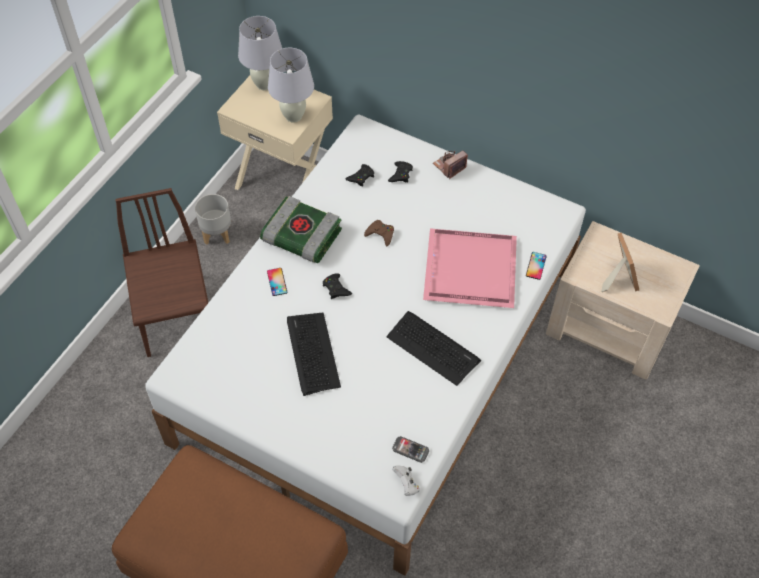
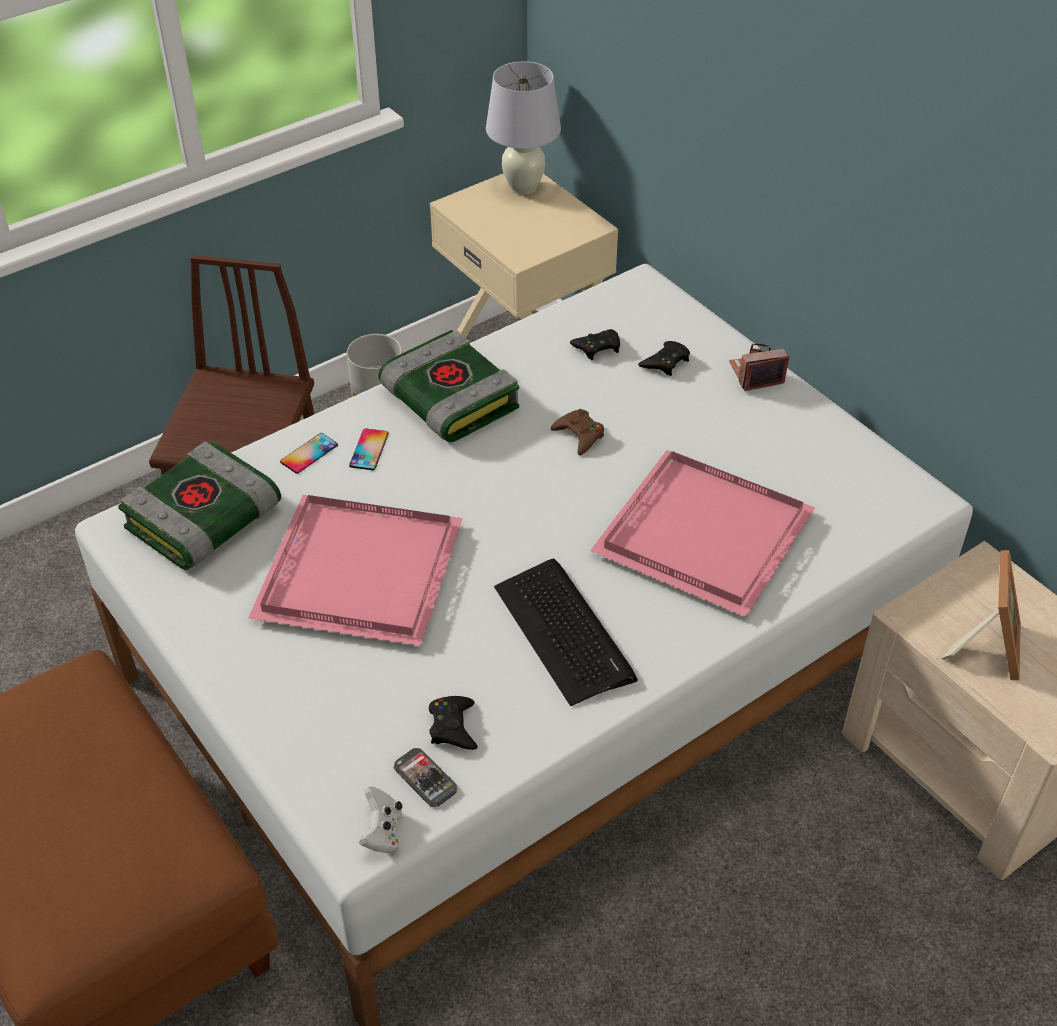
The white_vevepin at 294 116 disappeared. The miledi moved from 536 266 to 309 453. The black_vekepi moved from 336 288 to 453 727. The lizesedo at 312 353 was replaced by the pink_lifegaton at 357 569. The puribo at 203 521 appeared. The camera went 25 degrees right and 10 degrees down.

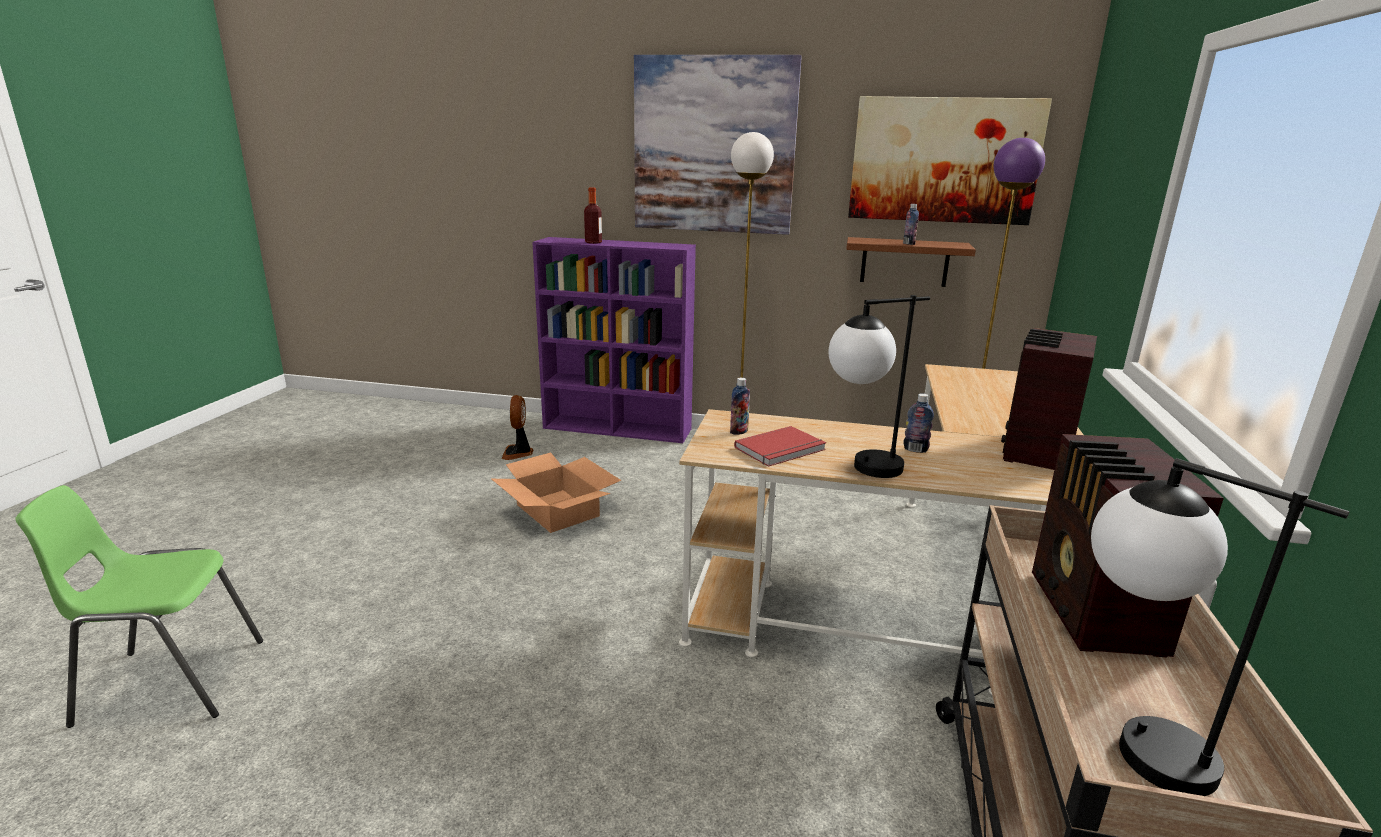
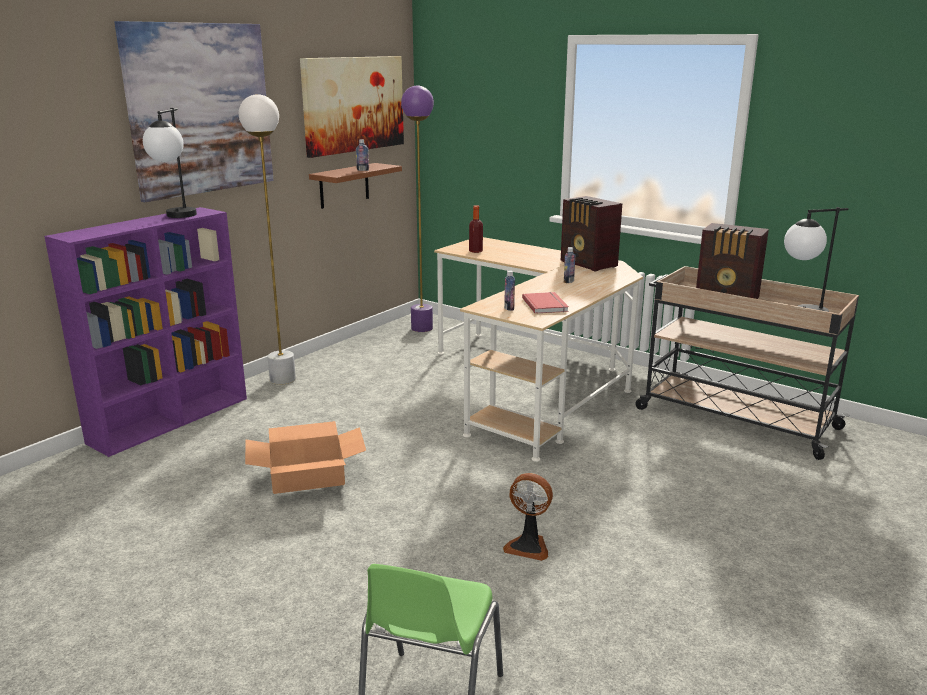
The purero moved from 593 242 to 475 251. The vevepin moved from 861 470 to 177 217. The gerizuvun moved from 518 453 to 528 546. The camera went 65 degrees left and 0 degrees up.

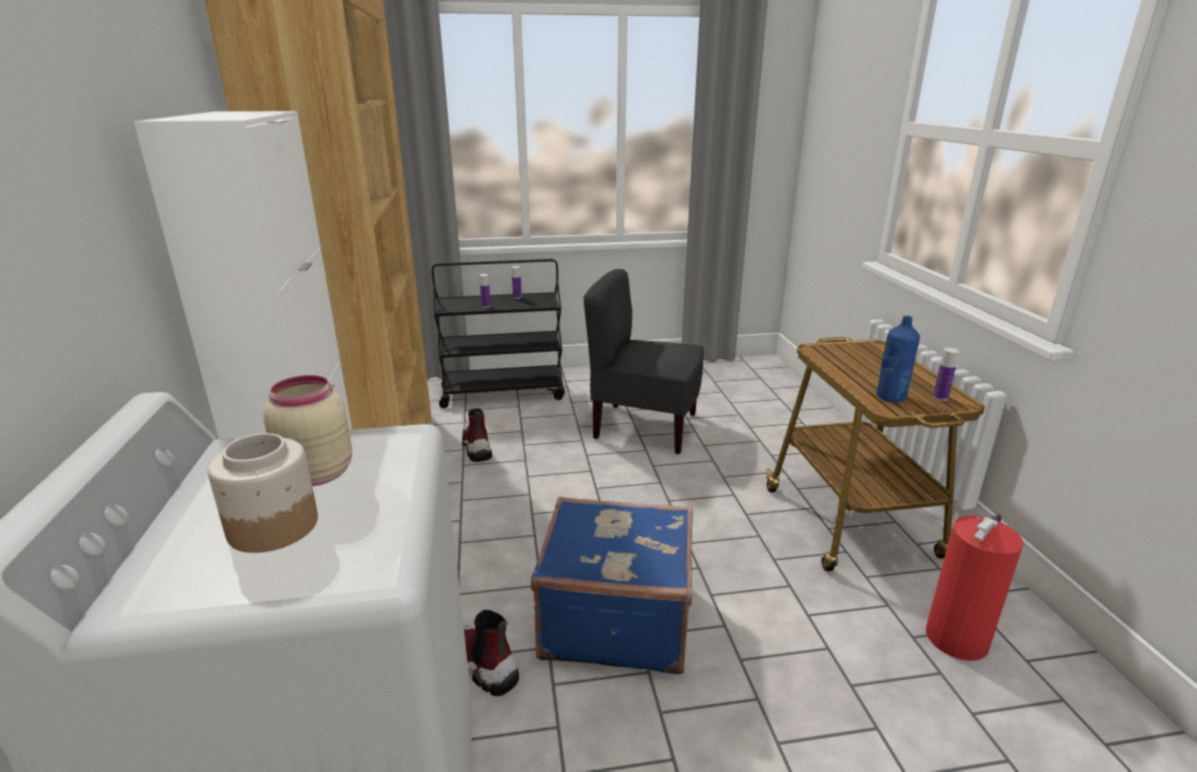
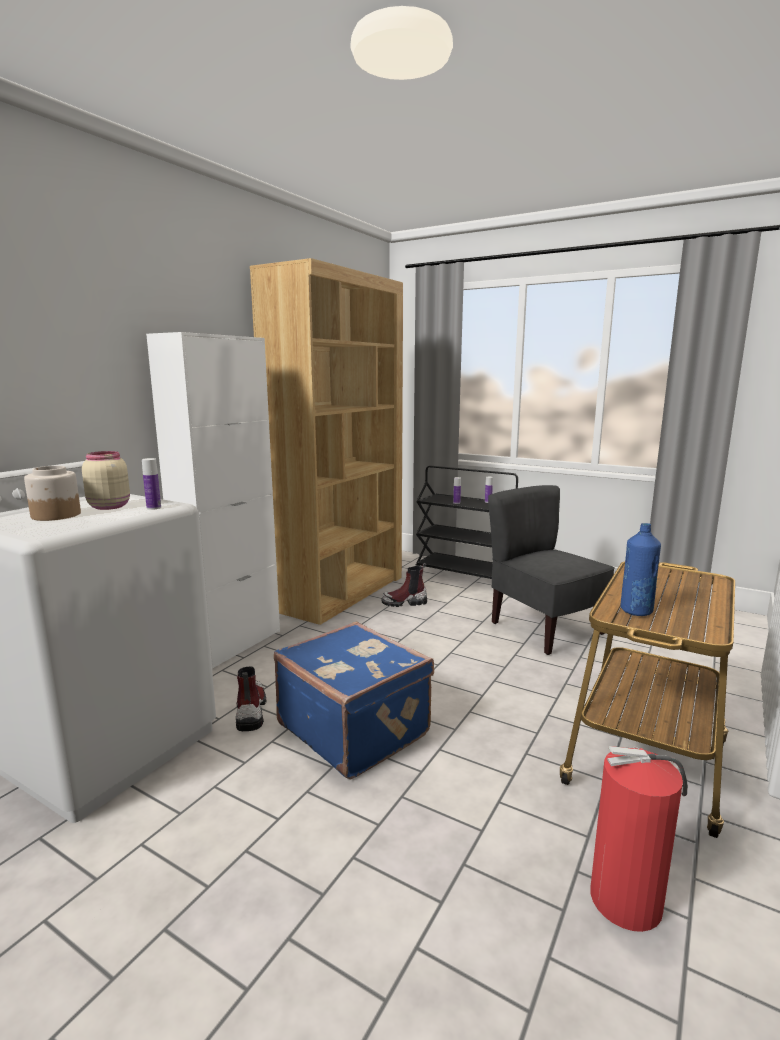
The purero moved from 940 397 to 154 508. The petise at 476 447 turned 120 degrees counterclockwise. The camera went 40 degrees right and 10 degrees down.

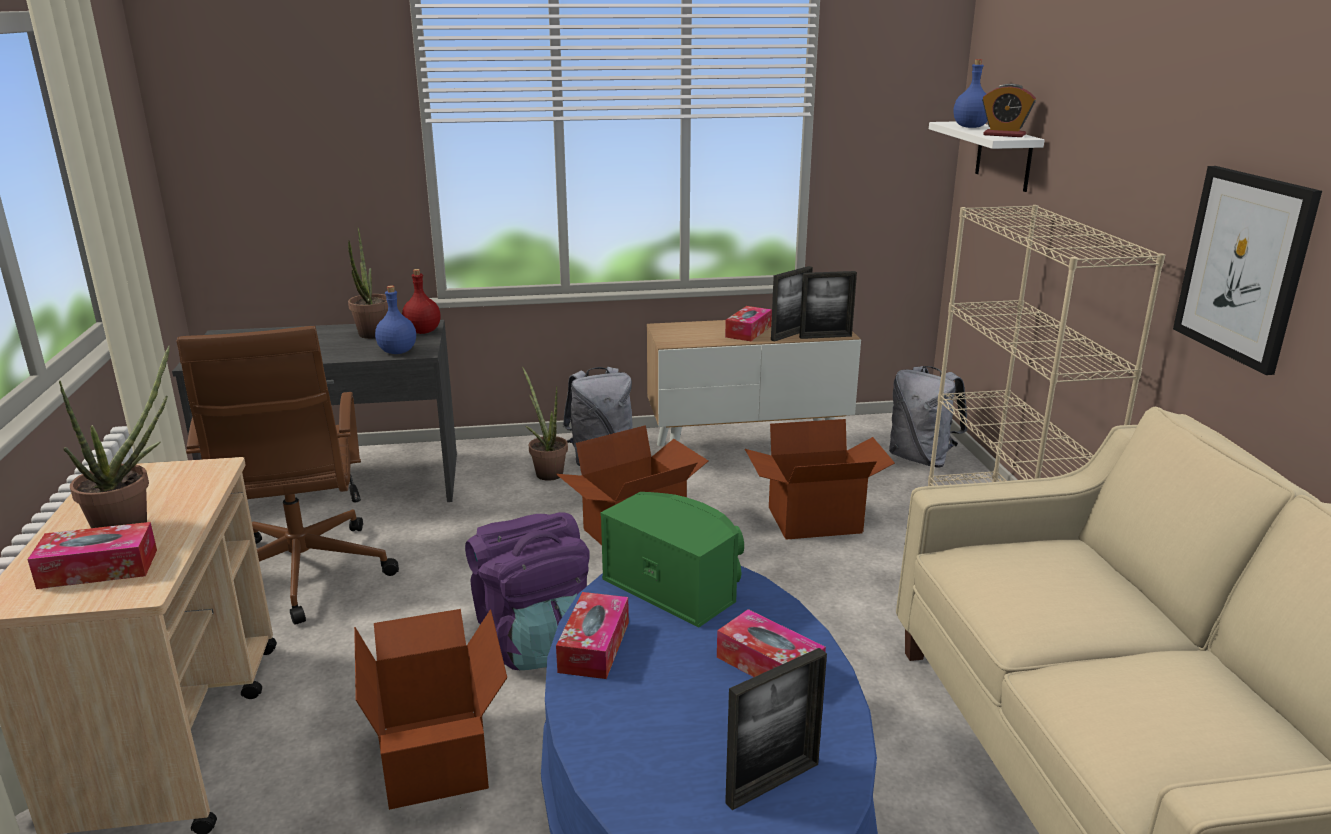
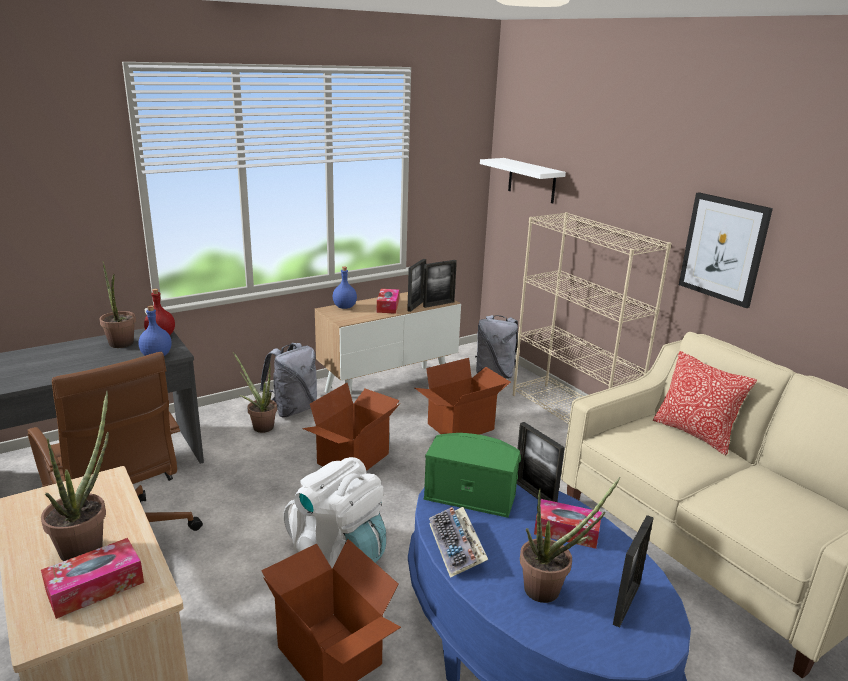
The blue_purero moved from 970 127 to 344 307. The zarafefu at 1004 135 disappeared. The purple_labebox at 534 642 became the white_labebox at 339 553. The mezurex at 594 647 was replaced by the lizesedo at 457 547. The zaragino at 694 434 appeared. The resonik at 534 494 appeared. The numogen at 550 589 appeared. The camera went 25 degrees left and 0 degrees up.

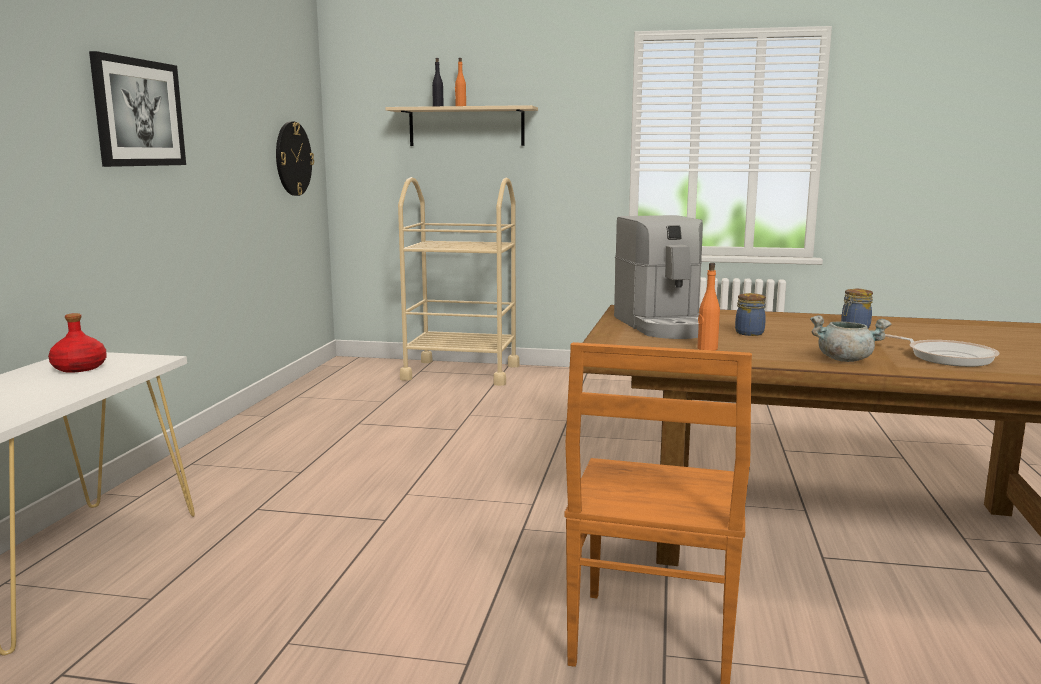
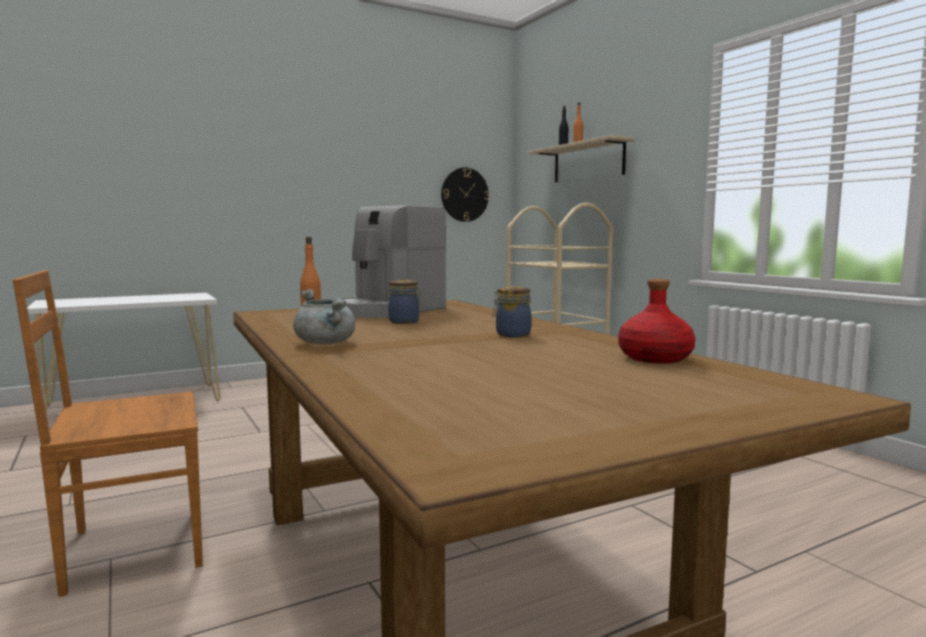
The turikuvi at 138 113 disappeared. The red_purero moved from 79 368 to 655 358. The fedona at 946 357 disappeared. The camera went 50 degrees right and 5 degrees down.

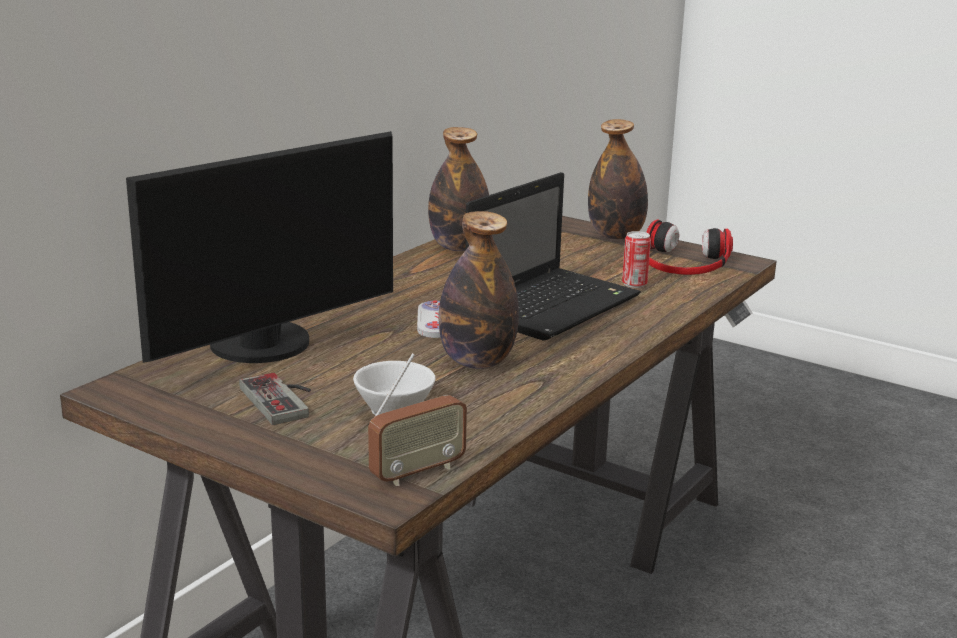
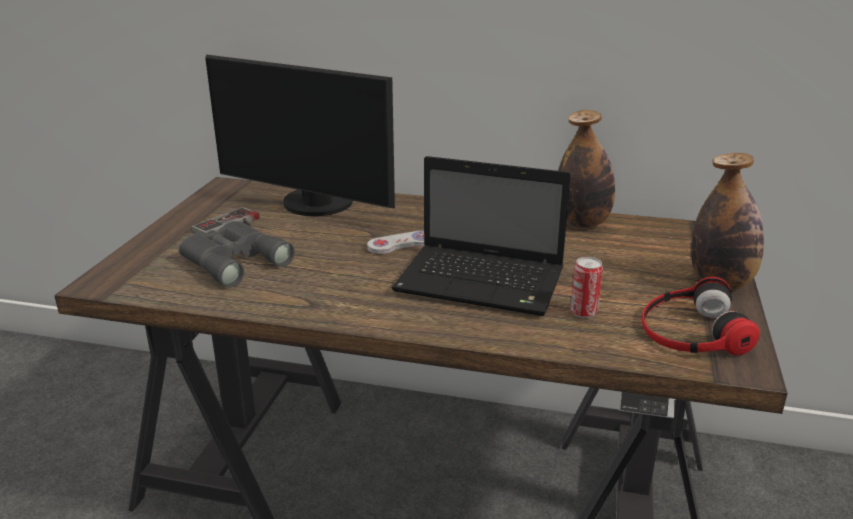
The purero at 477 362 disappeared. The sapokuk at 417 472 disappeared. The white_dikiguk at 392 407 was replaced by the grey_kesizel at 233 260. The camera went 70 degrees right and 5 degrees up.

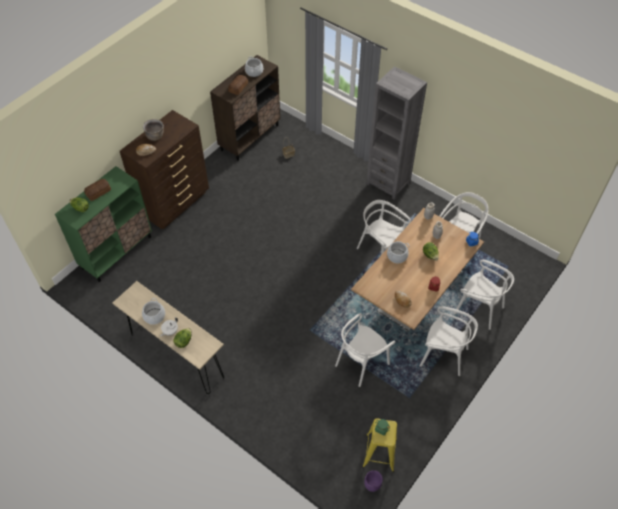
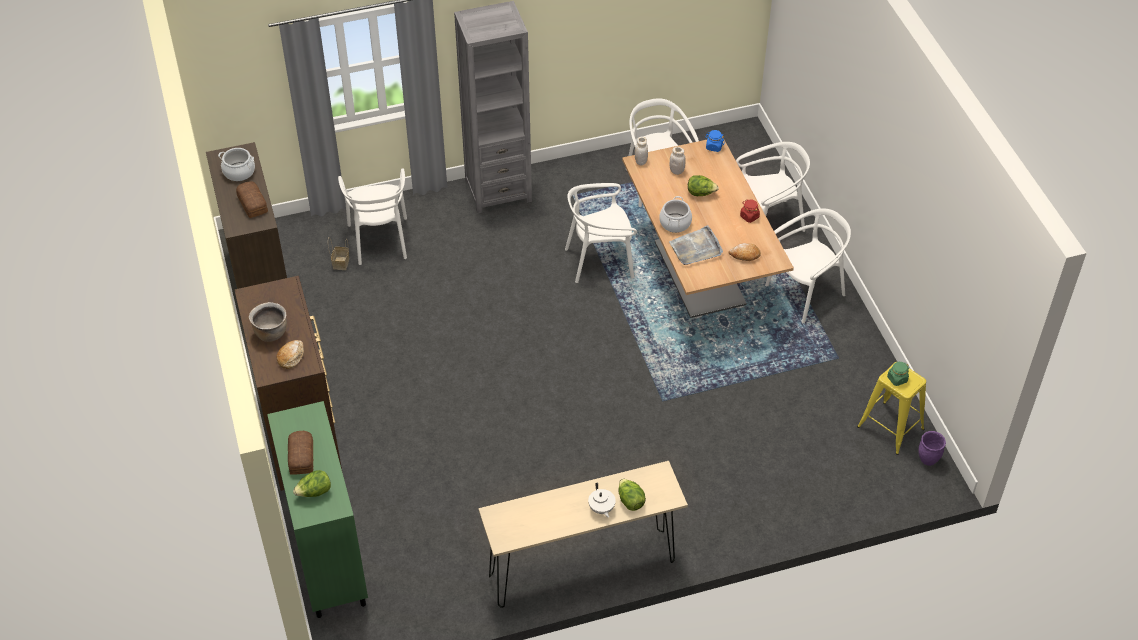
The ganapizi at 154 316 disappeared. The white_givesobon moved from 361 363 to 379 240. The grey_lifegaton at 696 248 appeared. The camera went 55 degrees left and 5 degrees down.

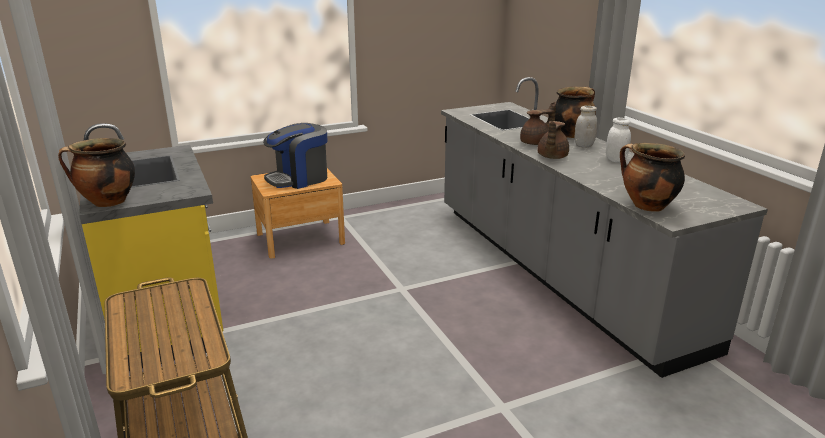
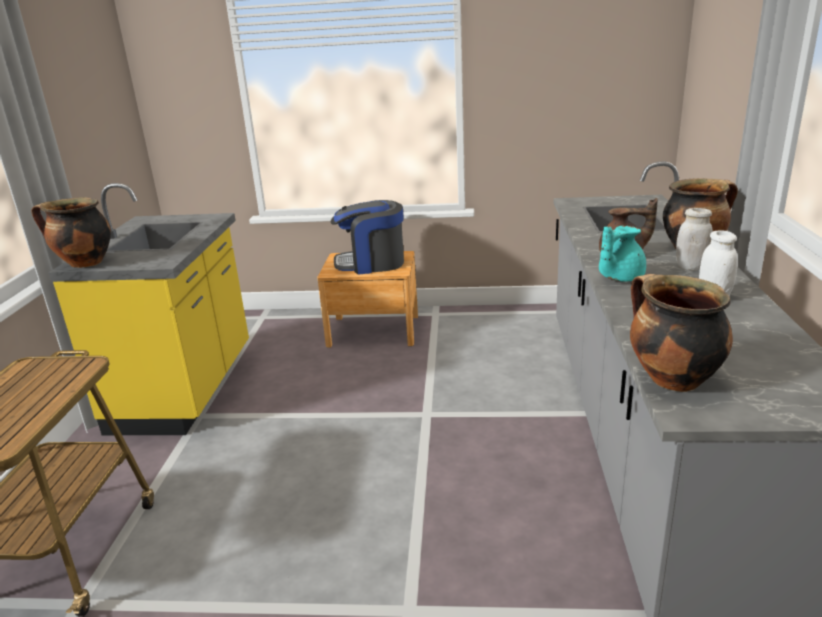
The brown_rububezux at 551 157 became the turquoise_rububezux at 619 277. The camera went 30 degrees right and 0 degrees up.

